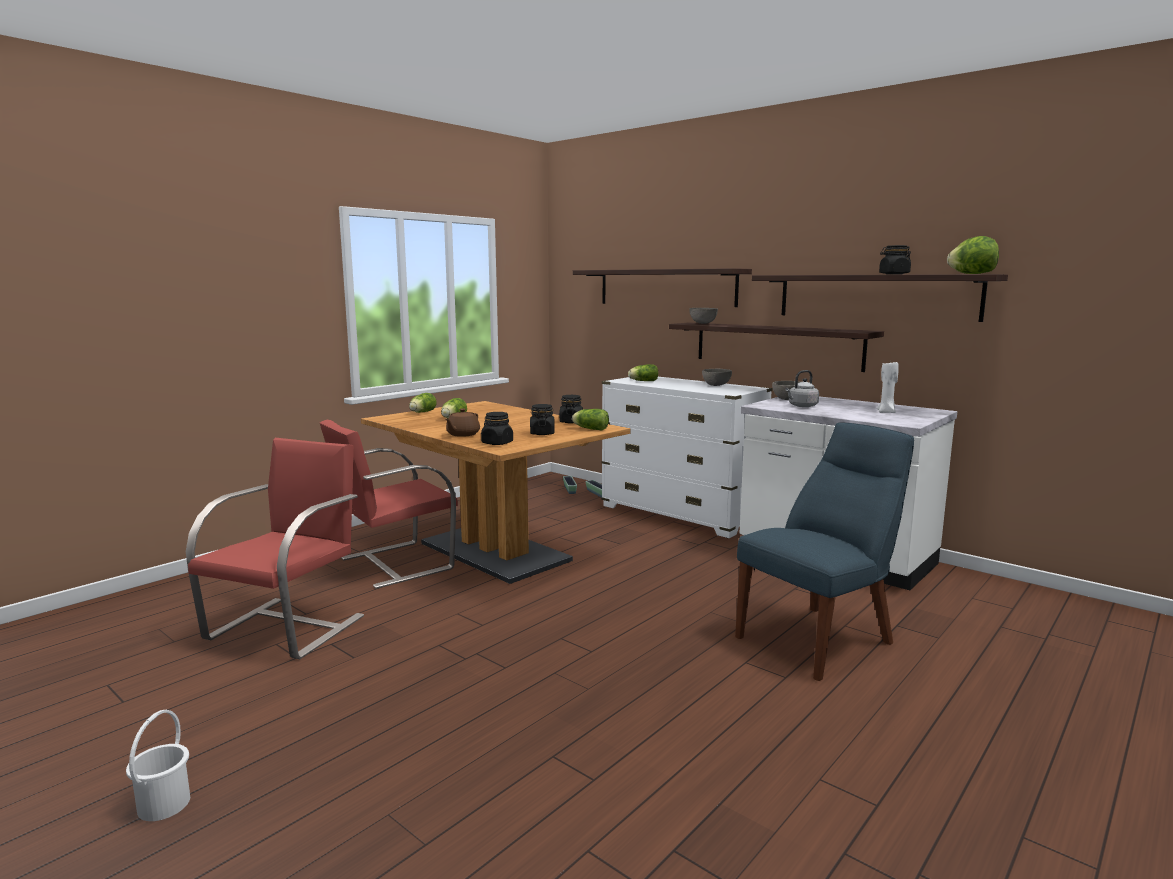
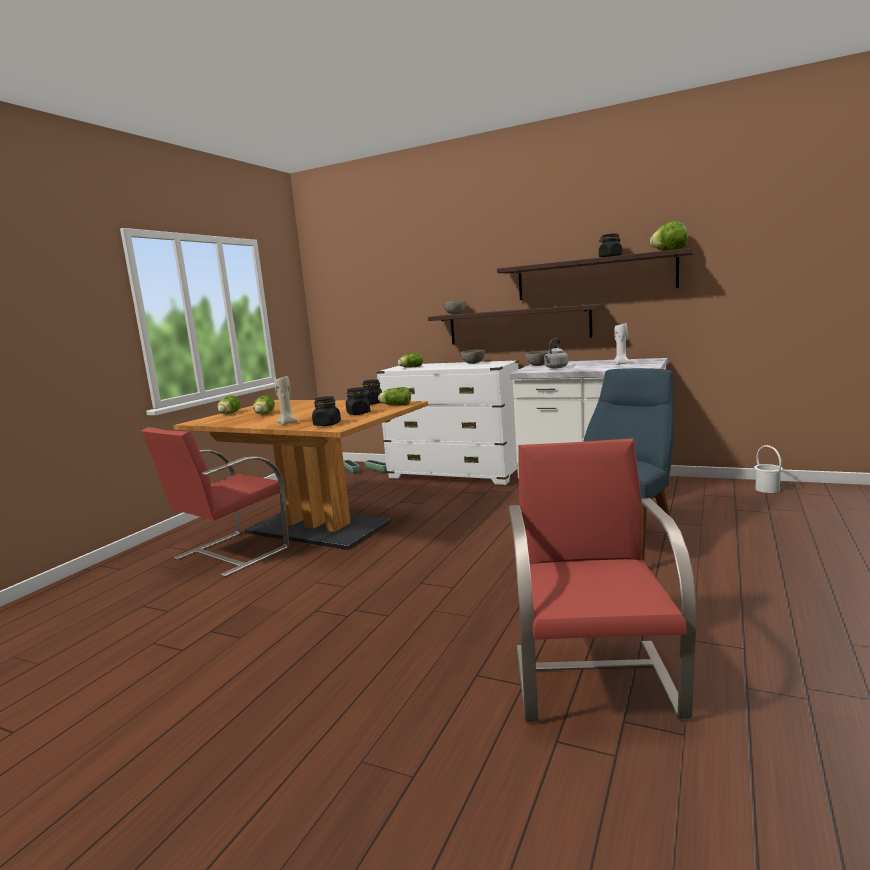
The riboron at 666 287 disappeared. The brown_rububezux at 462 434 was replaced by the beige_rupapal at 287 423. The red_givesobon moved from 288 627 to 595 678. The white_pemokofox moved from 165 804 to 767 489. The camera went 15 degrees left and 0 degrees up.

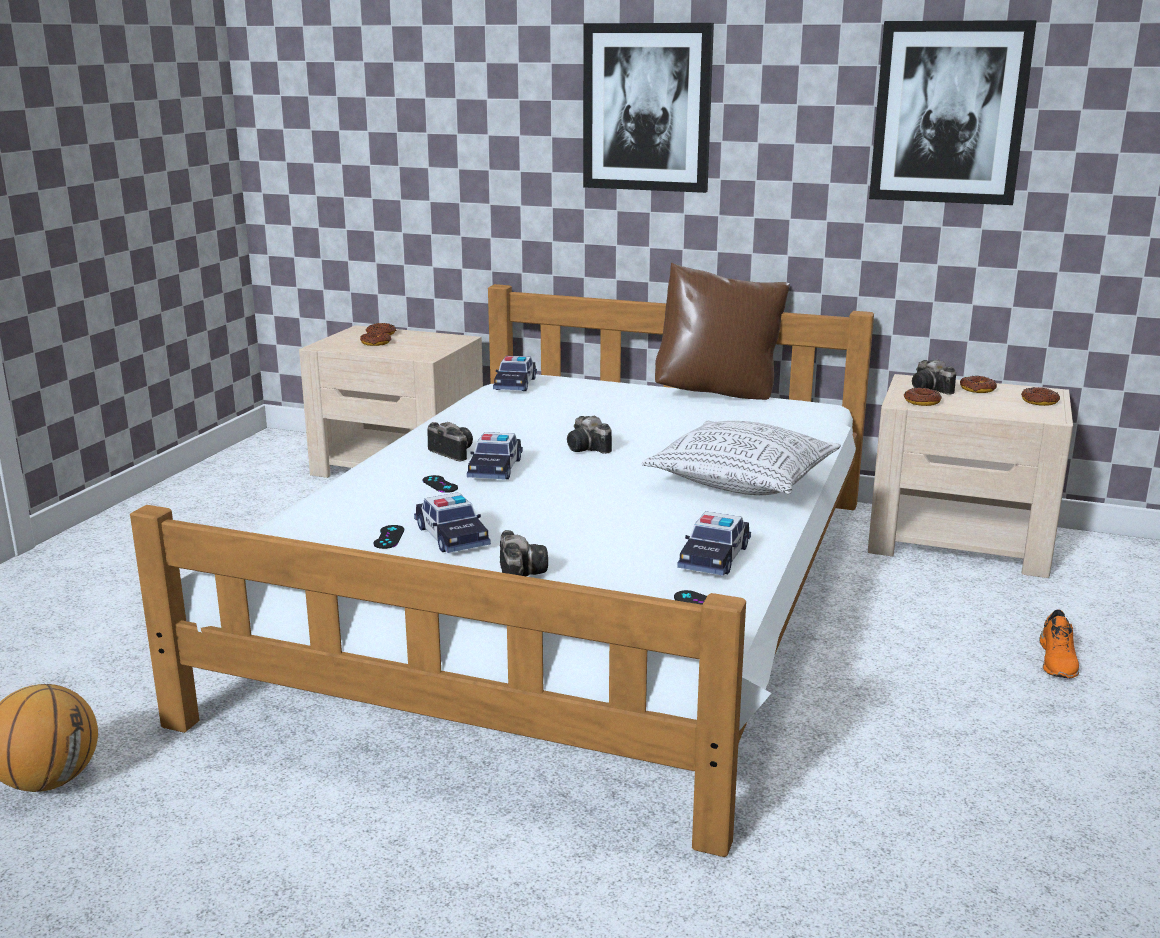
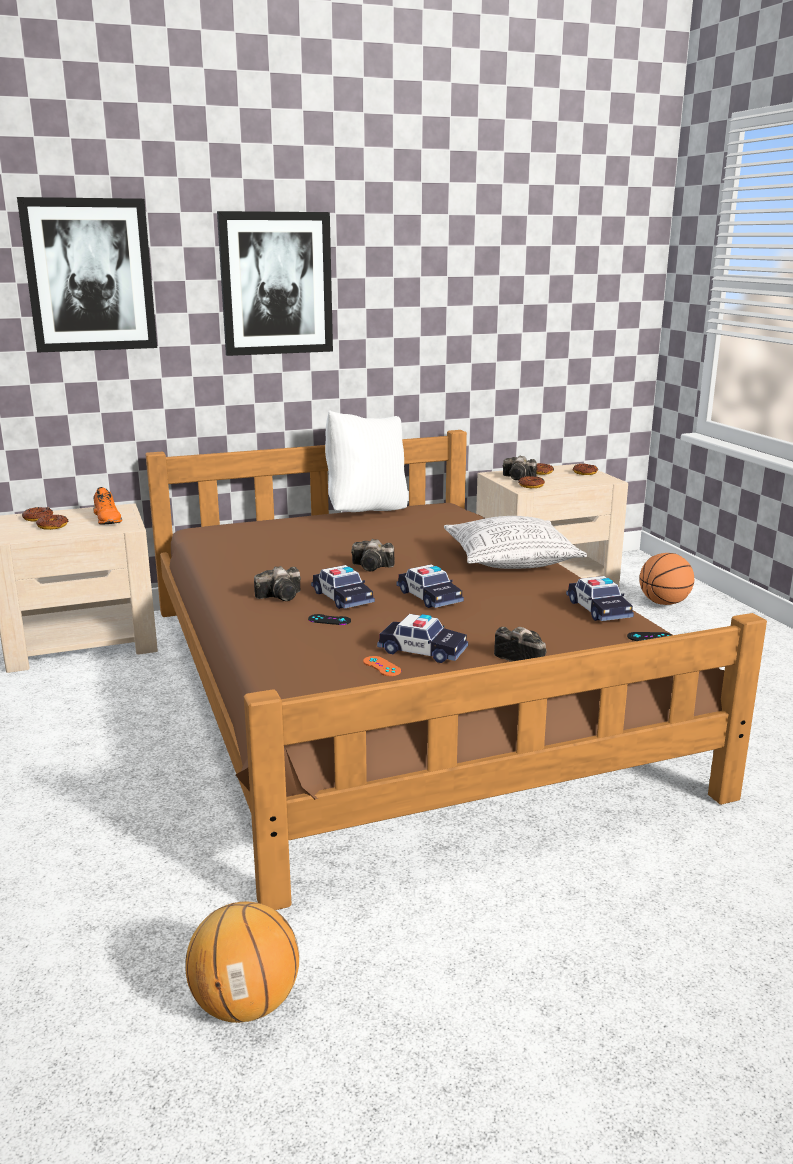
The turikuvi moved from 949 113 to 90 275. The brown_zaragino at 718 394 became the white_zaragino at 366 511. The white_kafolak at 576 596 became the brown_kafolak at 395 689. The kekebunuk moved from 515 384 to 429 597. The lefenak at 451 452 turned 150 degrees clockwise. The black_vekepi at 389 537 became the orange_vekepi at 381 666. The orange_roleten moved from 1058 661 to 108 519. The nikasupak at 664 603 appeared. The camera went 40 degrees left and 0 degrees up.

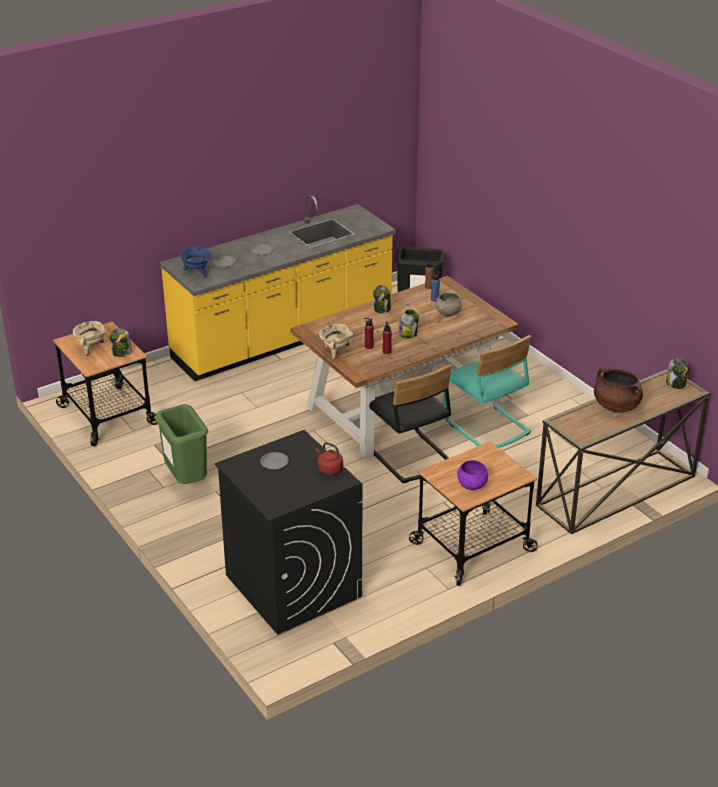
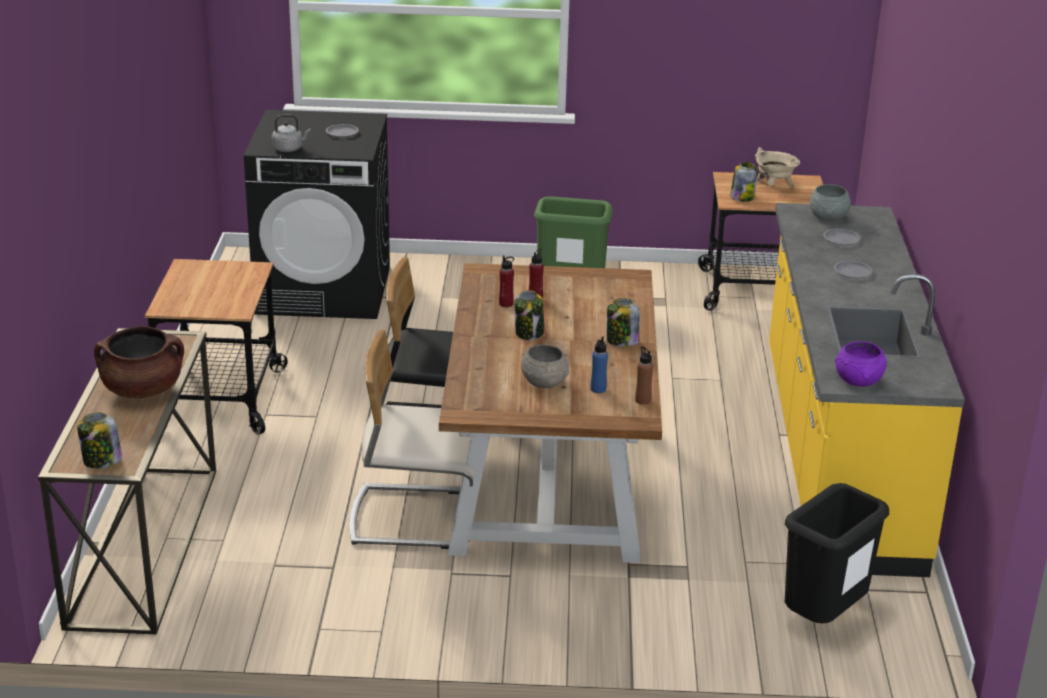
The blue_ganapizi at 197 273 was replaced by the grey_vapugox at 828 217. The beige_ganapizi at 335 352 disappeared. The turquoise_givesobon at 486 426 became the beige_givesobon at 415 517. The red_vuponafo at 329 469 became the grey_vuponafo at 289 149. The purple_vapugox moved from 472 484 to 858 381. The camera went 125 degrees right and 5 degrees down.

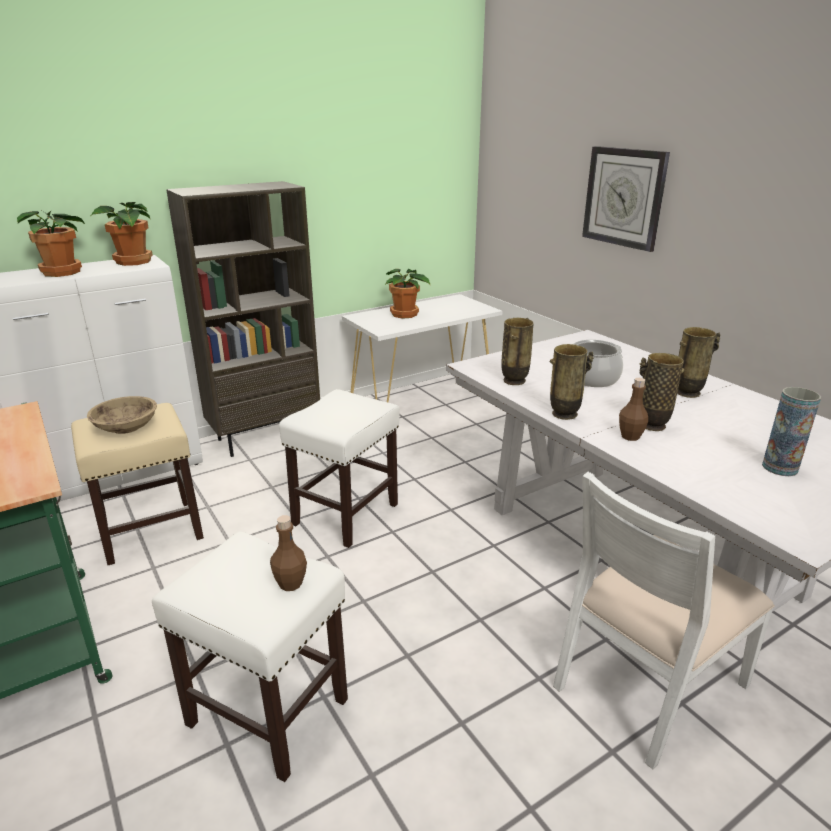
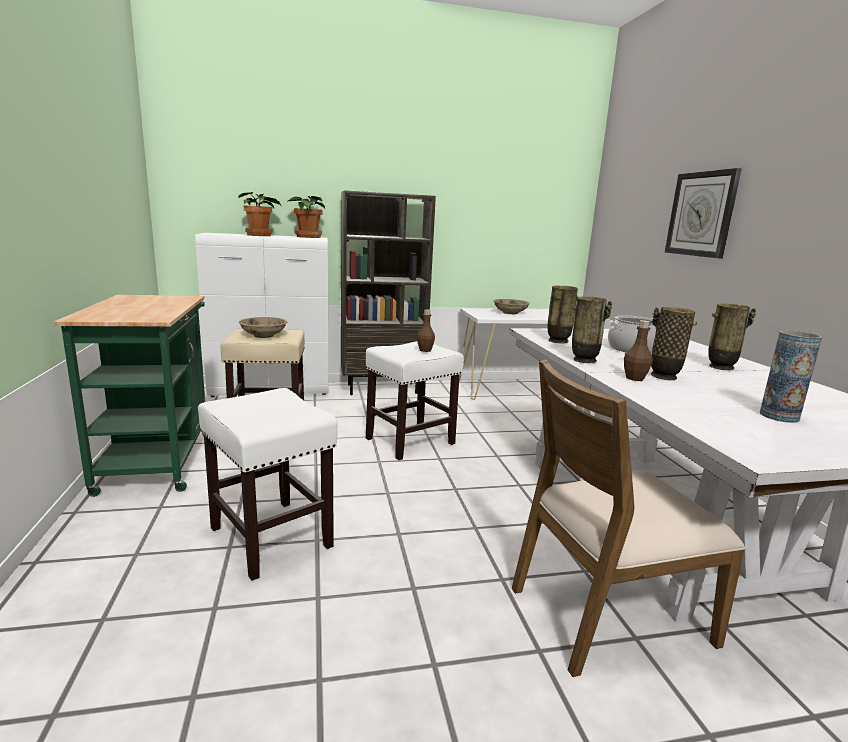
The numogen at 405 314 was replaced by the beige_vapugox at 510 313. The white_givesobon at 646 684 became the brown_givesobon at 606 613. The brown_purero moved from 290 583 to 425 350. The camera went 20 degrees right and 10 degrees down.

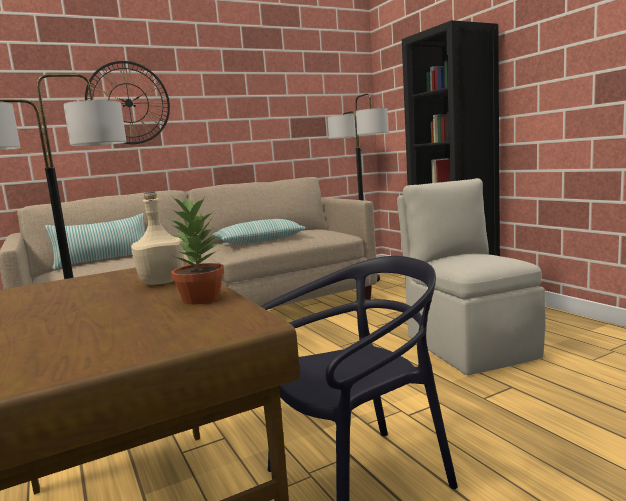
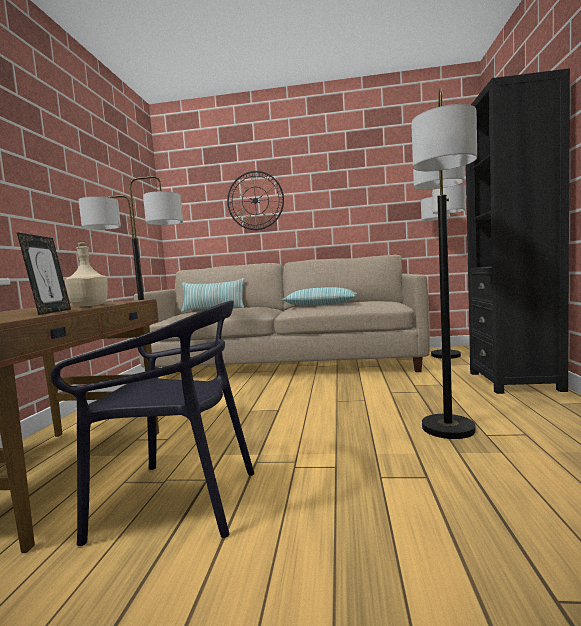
The beige_givesobon at 468 346 was replaced by the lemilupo at 448 428. The numogen at 200 298 was replaced by the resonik at 51 312. The camera went 35 degrees right and 5 degrees down.

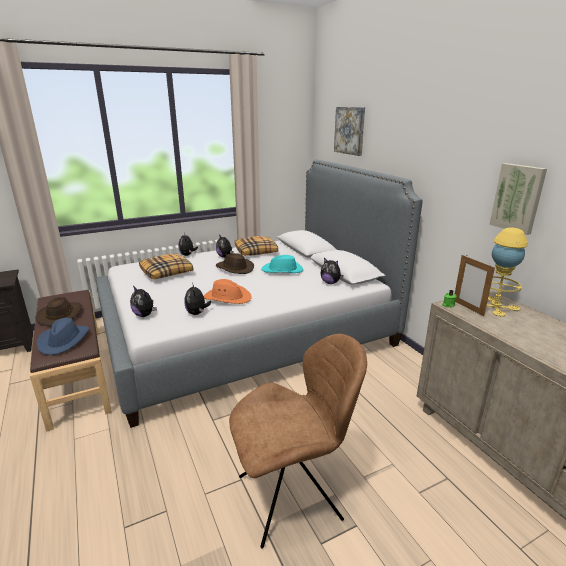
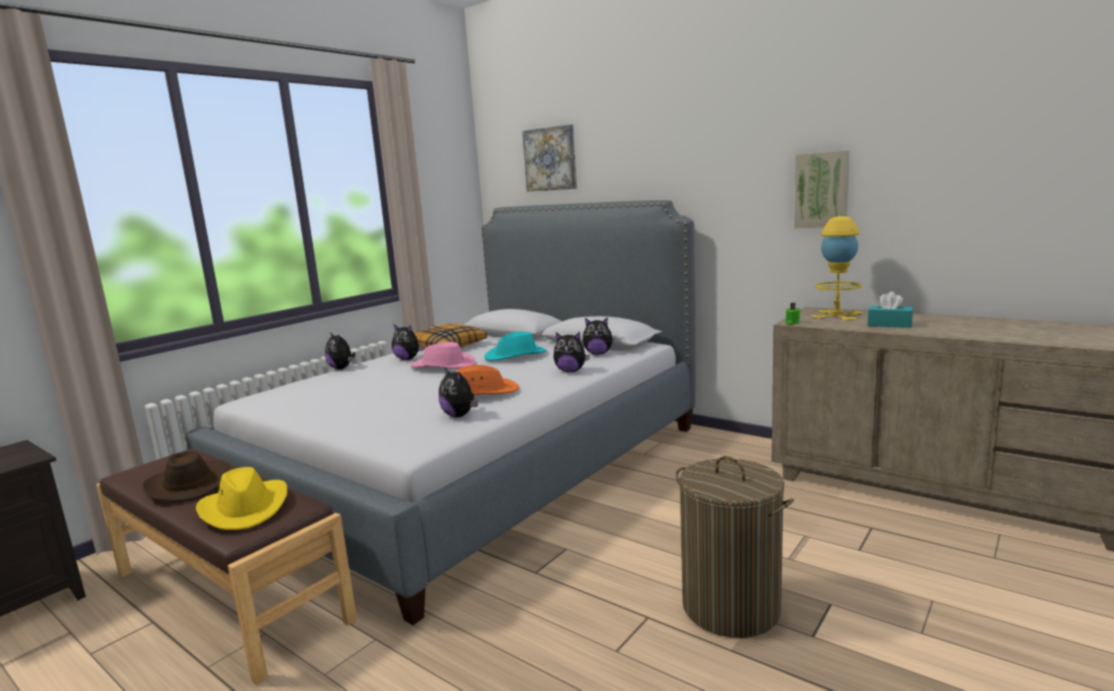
The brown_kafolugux at 234 268 became the pink_kafolugux at 443 366. The zaragino at 167 272 disappeared. The resonik at 468 308 disappeared. The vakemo moved from 145 315 to 570 371. The blue_kafolugux at 64 340 became the yellow_kafolugux at 245 508. The brown_givesobon at 293 496 was replaced by the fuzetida at 731 607. The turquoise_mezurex at 889 324 appeared. The camera went 25 degrees left and 10 degrees down.

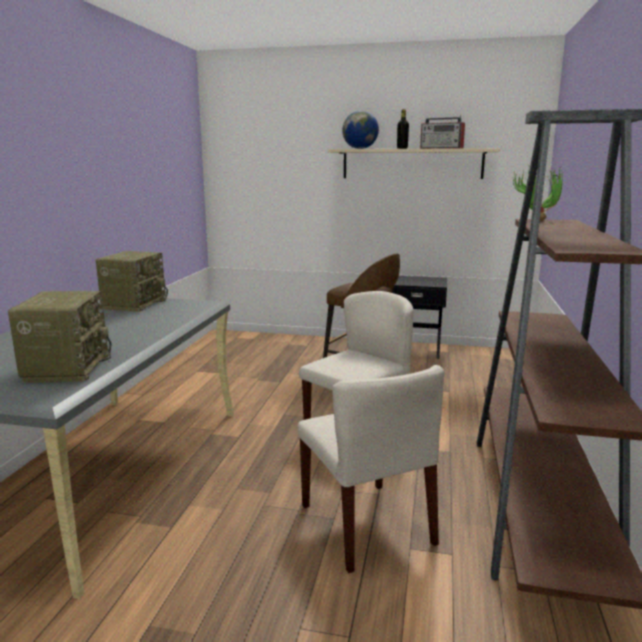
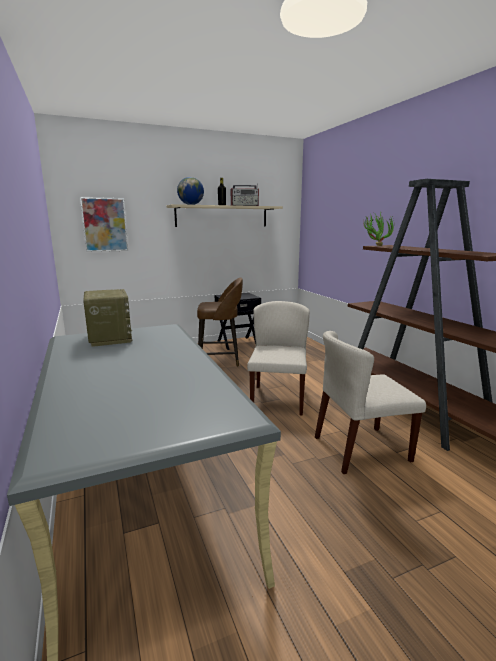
The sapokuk at 66 368 disappeared. The beige_givesobon at 367 524 turned 135 degrees clockwise. The turikuvi at 105 225 appeared. The camera went 35 degrees left and 0 degrees up.

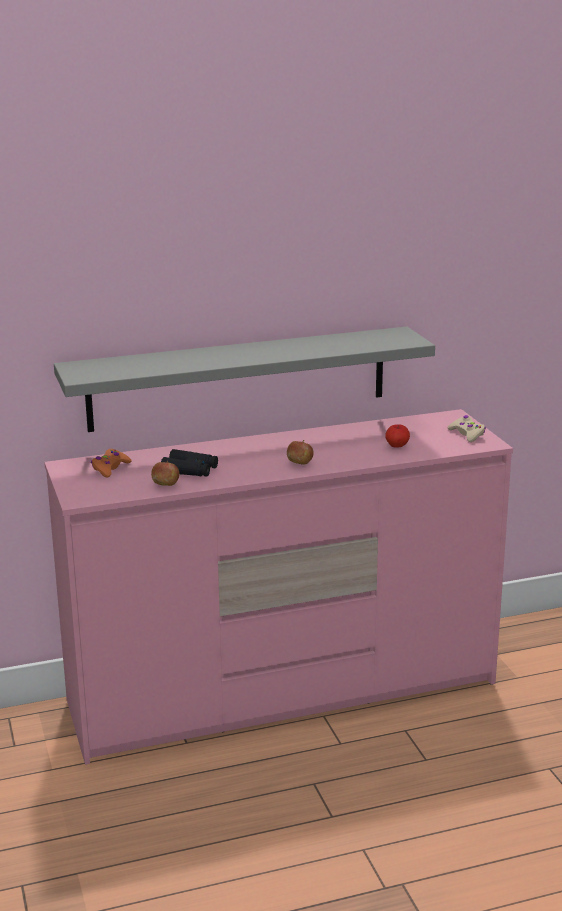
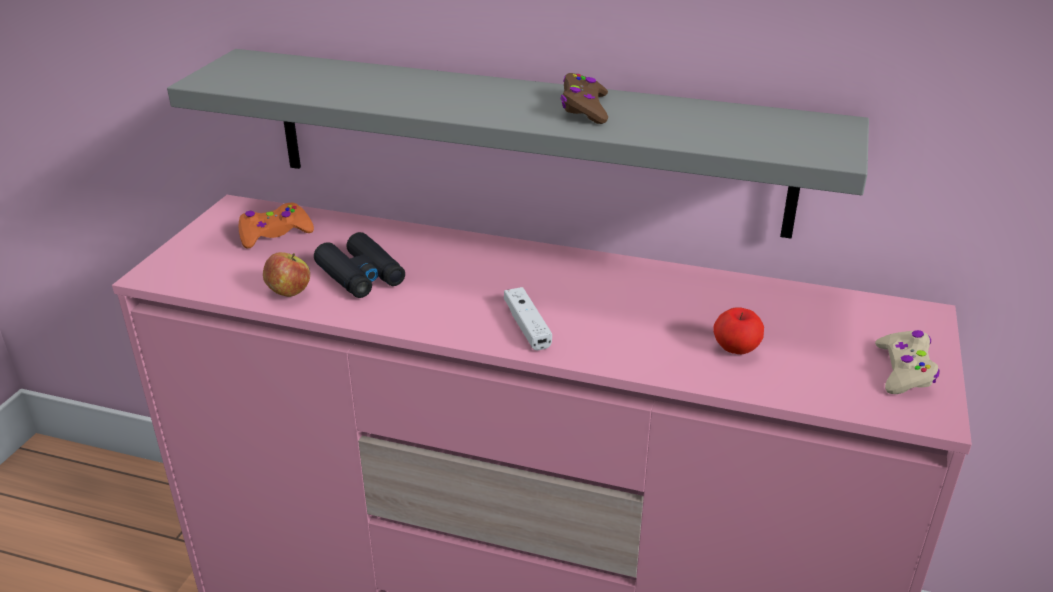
The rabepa at 300 464 was replaced by the white_vekepi at 527 326. The brown_vekepi at 584 108 appeared. The camera went 35 degrees right and 10 degrees up.

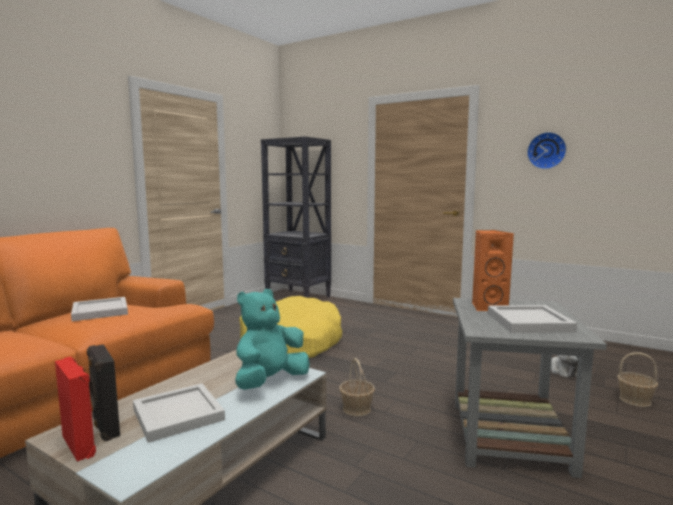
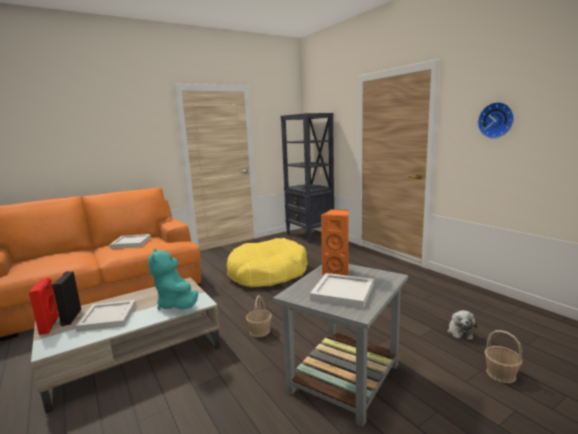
The turquoise_vakemo at 270 381 turned 90 degrees counterclockwise. The camera went 25 degrees right and 5 degrees up.

